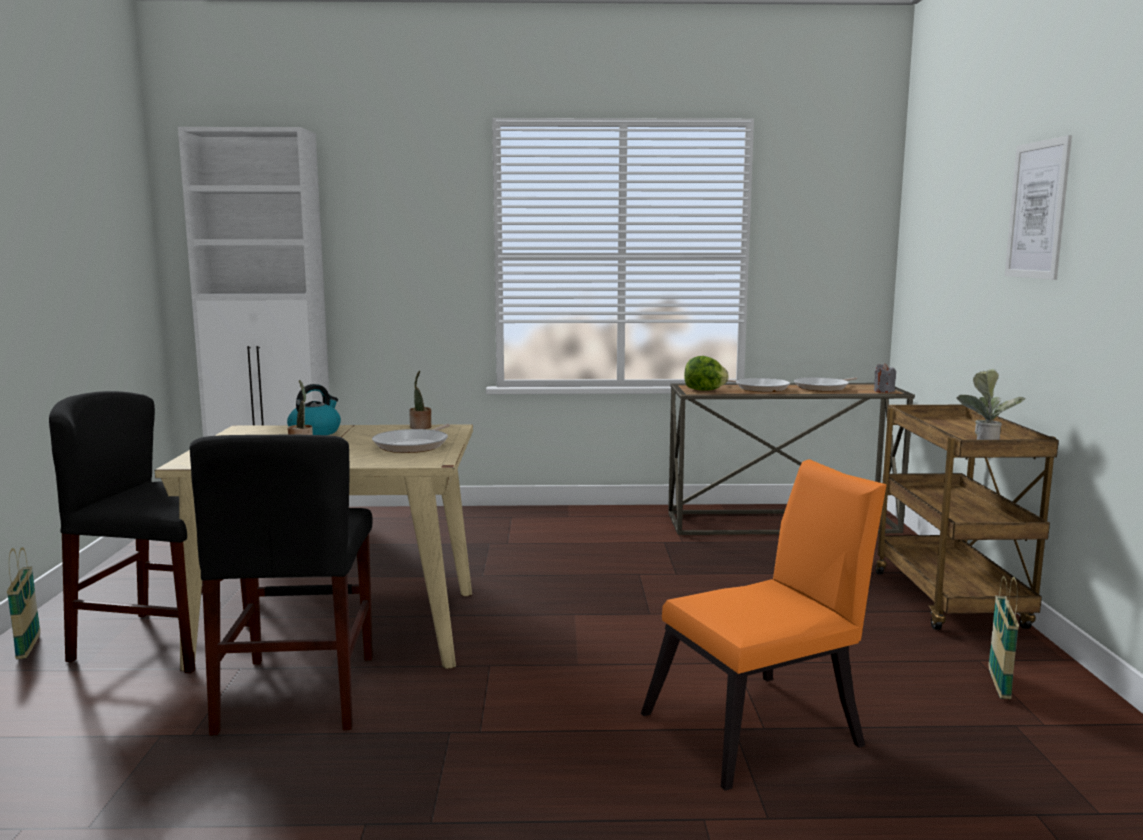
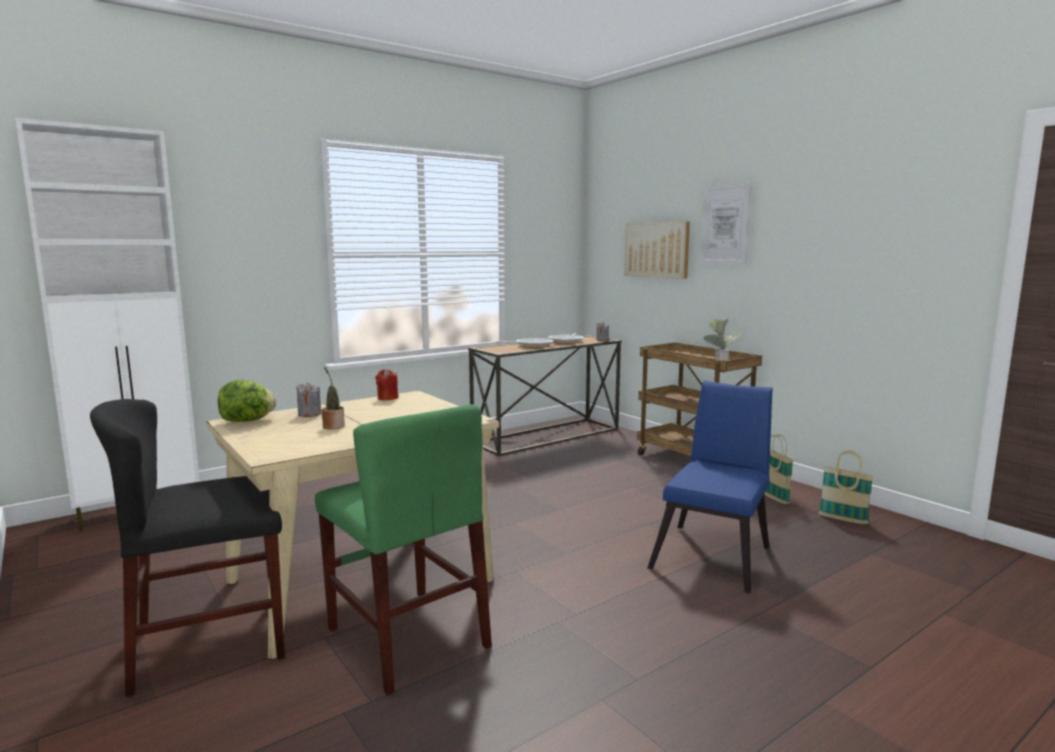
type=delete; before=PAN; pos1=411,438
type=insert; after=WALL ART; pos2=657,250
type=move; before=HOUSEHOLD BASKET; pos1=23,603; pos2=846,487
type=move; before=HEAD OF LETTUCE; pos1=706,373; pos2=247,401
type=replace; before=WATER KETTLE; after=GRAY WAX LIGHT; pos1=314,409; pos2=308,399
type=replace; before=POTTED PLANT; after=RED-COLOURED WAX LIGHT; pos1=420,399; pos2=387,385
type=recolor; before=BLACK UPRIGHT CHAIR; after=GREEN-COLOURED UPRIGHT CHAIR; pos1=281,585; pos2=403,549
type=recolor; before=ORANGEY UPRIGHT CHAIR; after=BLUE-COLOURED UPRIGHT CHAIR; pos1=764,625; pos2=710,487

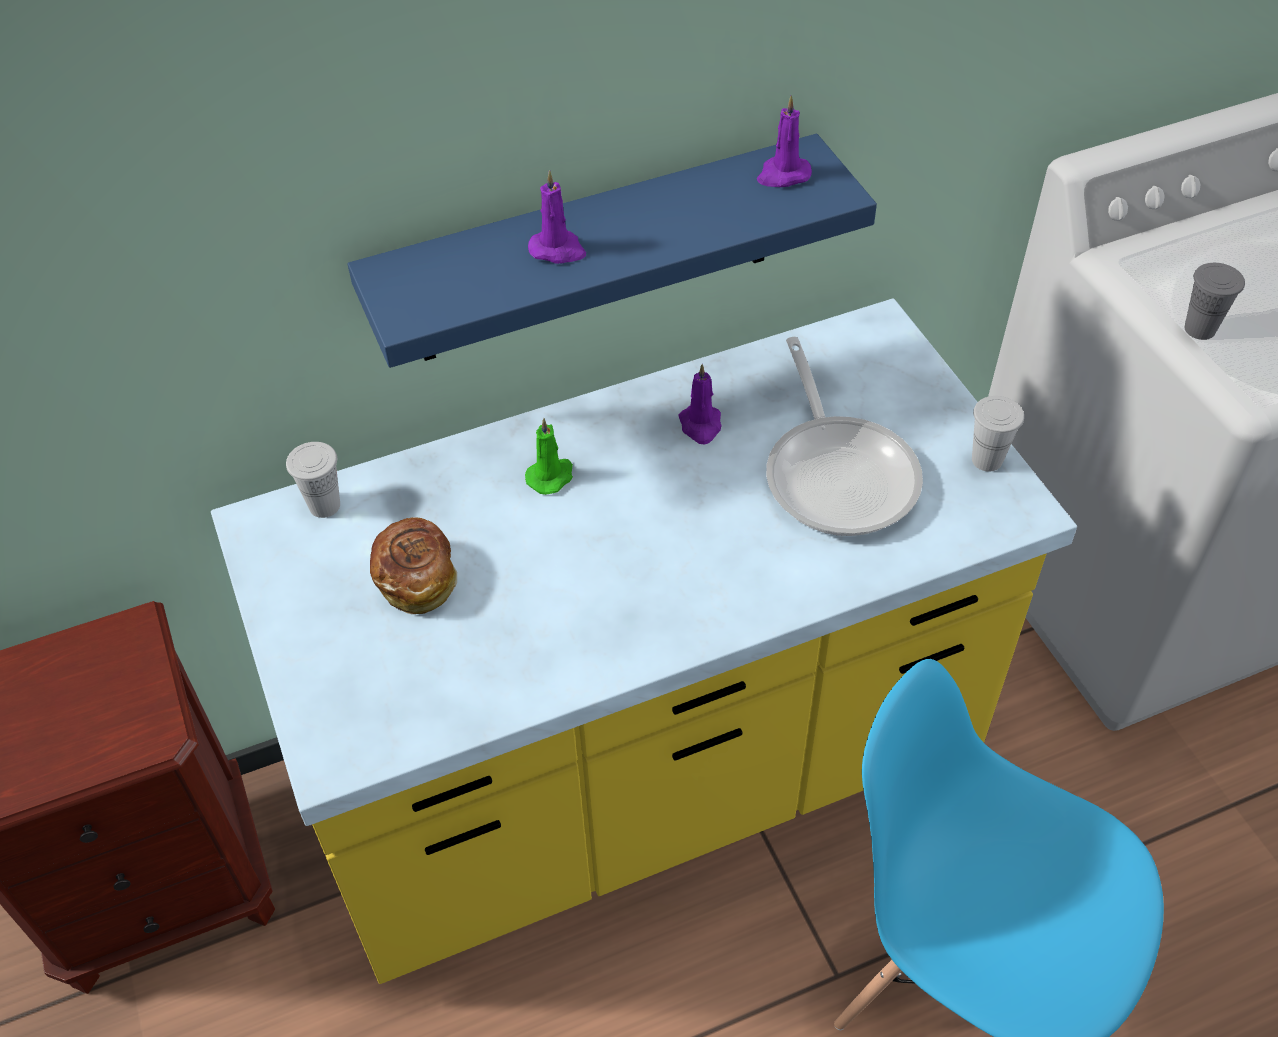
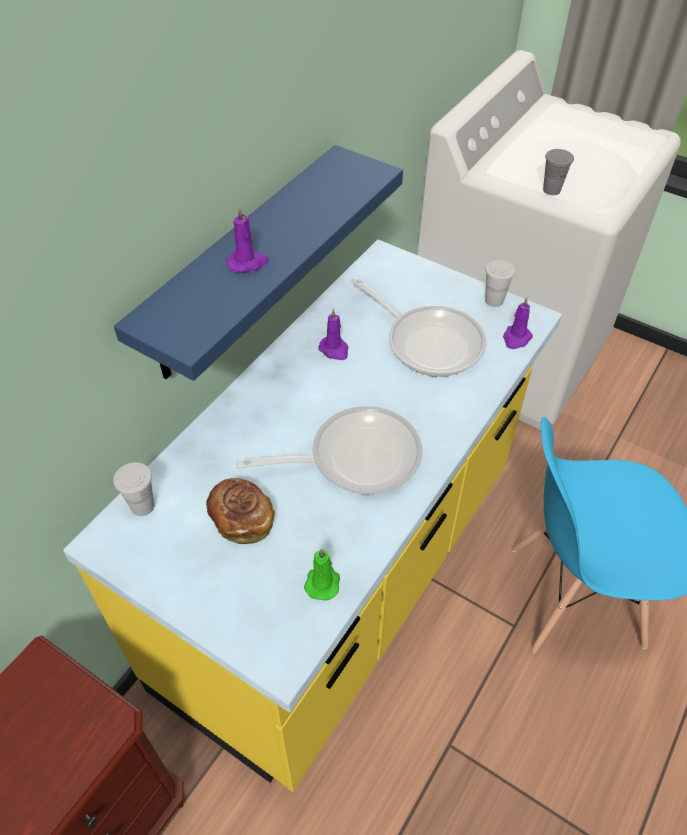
type=insert; after=PAN; pos2=329,450
type=move; before=GREEN-COLOURED WAX LIGHT; pos1=549,456; pos2=322,574
type=move; before=PURPLE WAX LIGHT; pos1=784,141; pos2=518,323

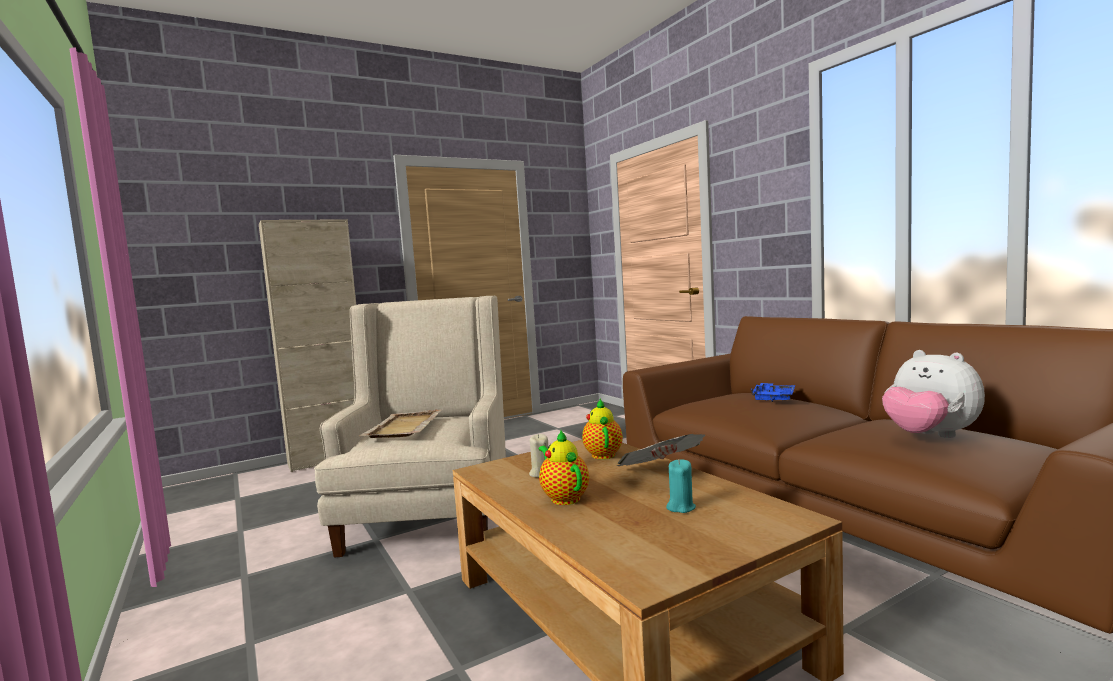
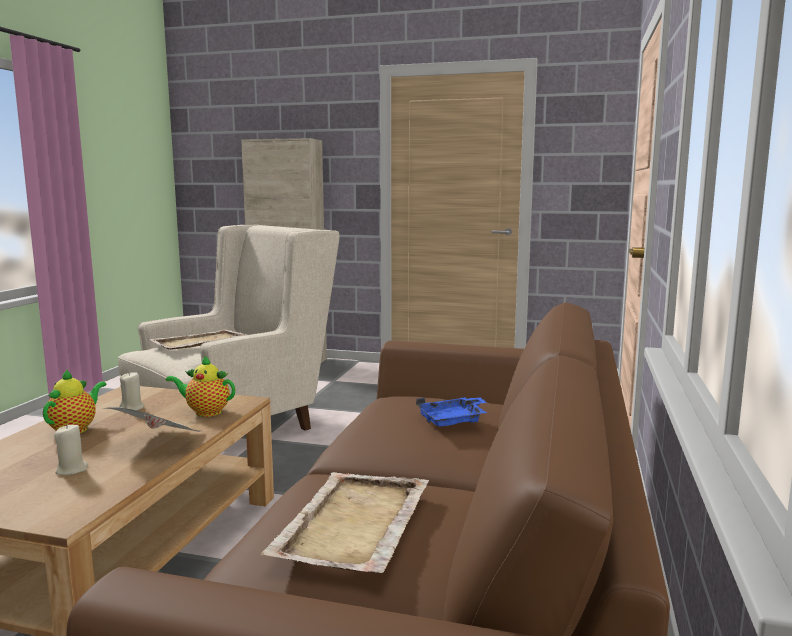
type=replace; before=CUDDLY TOY; after=BEIGE SERVING TRAY; pos1=933,394; pos2=345,522
type=recolor; before=TURQUOISE WAX LIGHT; after=BEIGE WAX LIGHT; pos1=681,486; pos2=71,449
type=rotate; before=POT FOR TEA; pos1=602,429; pos2=200,386; turn=-120

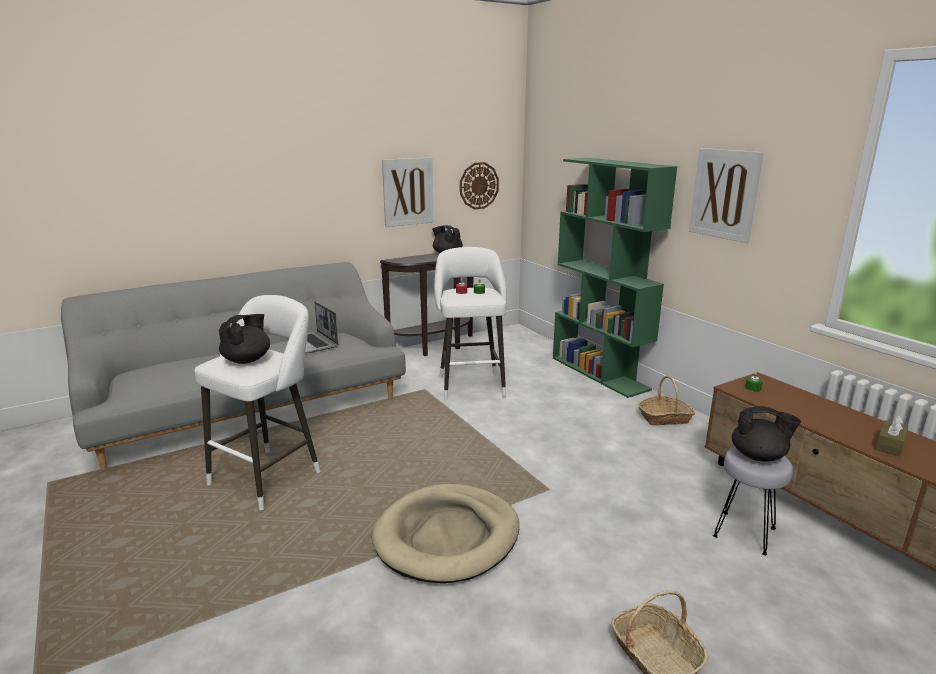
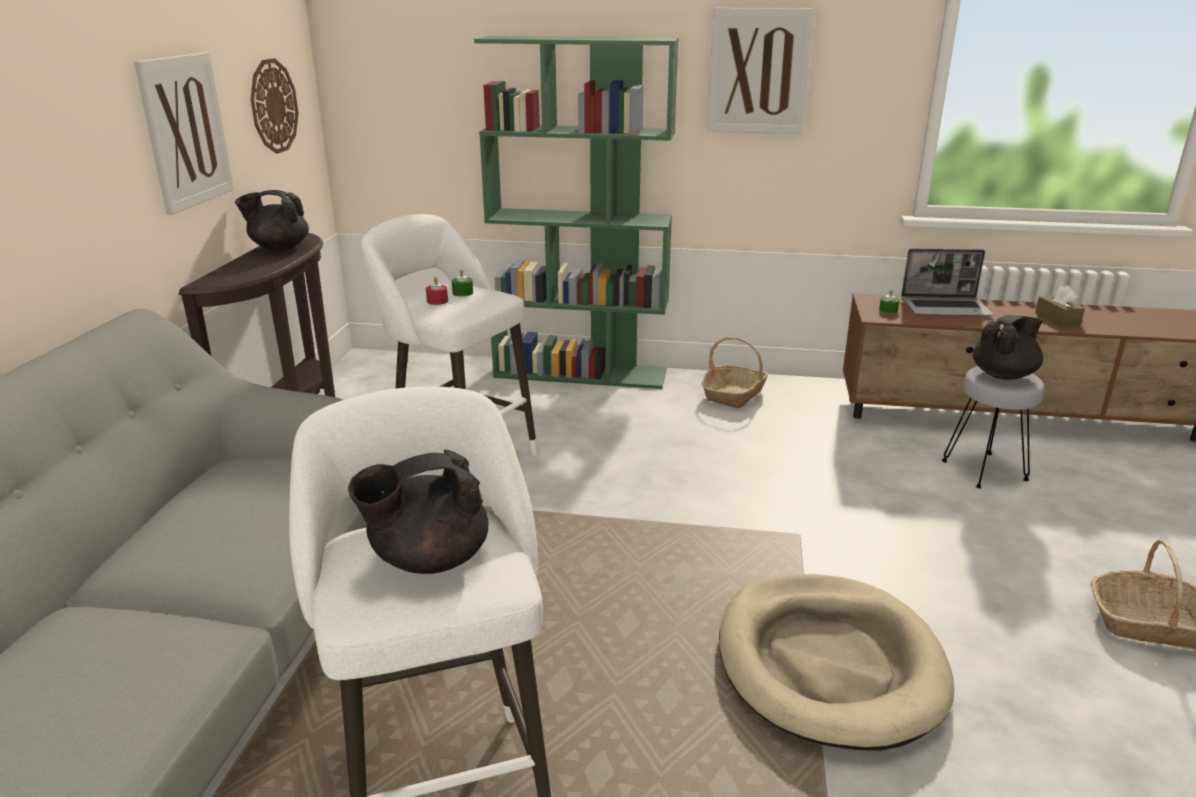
type=move; before=NOTEBOOK COMPUTER; pos1=312,327; pos2=947,282
type=rotate; before=BLACK POT FOR TEA; pos1=244,339; pos2=418,512; turn=-90

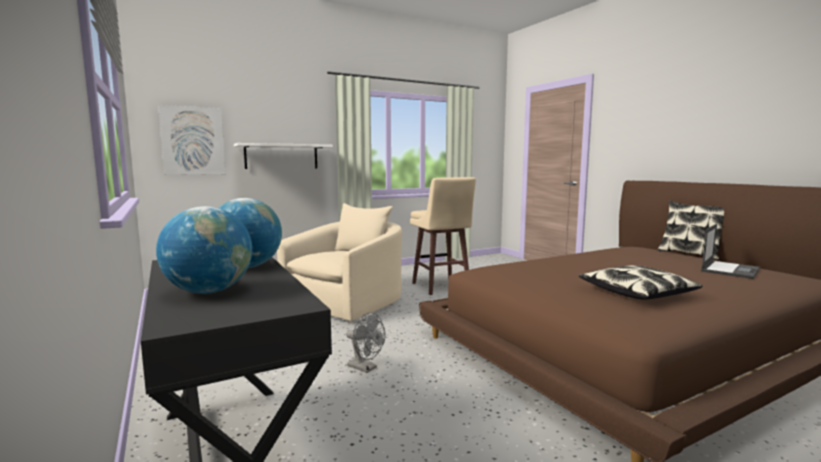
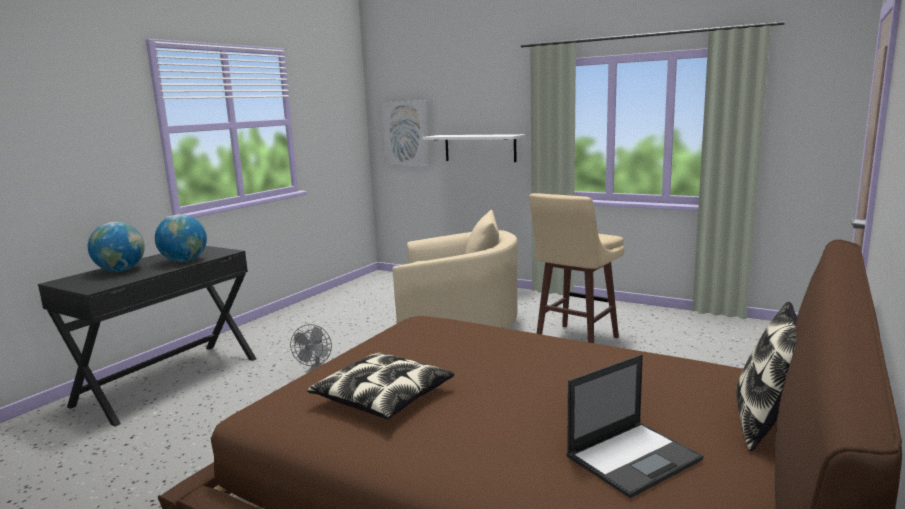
type=rotate; before=NOTEBOOK COMPUTER; pos1=730,251; pos2=634,426; turn=-45

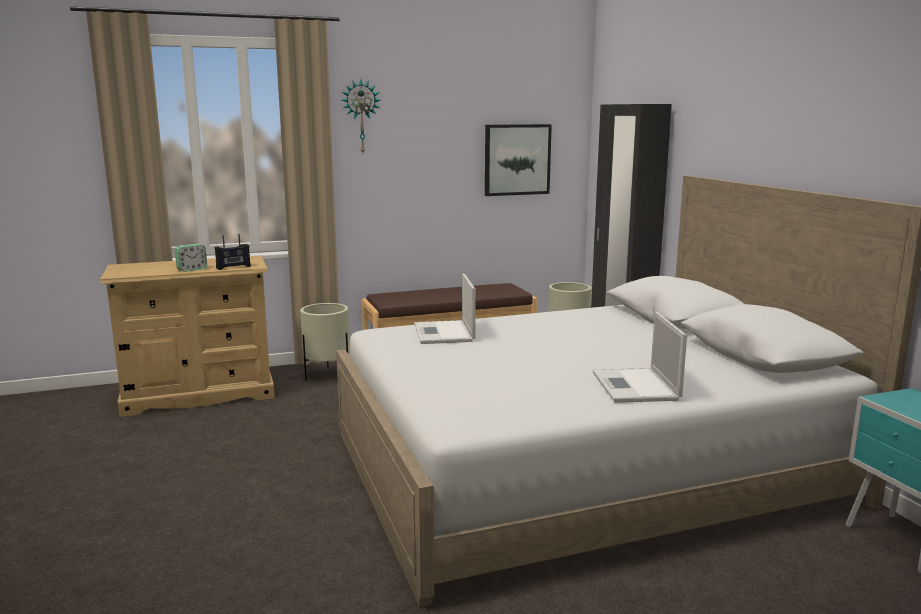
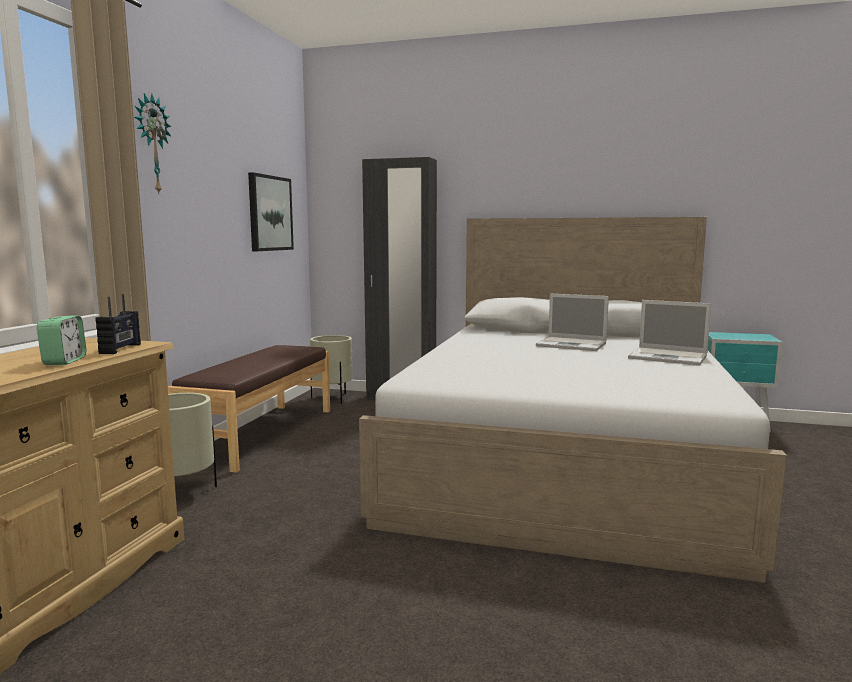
type=move; before=NOTEBOOK COMPUTER; pos1=445,308; pos2=572,322

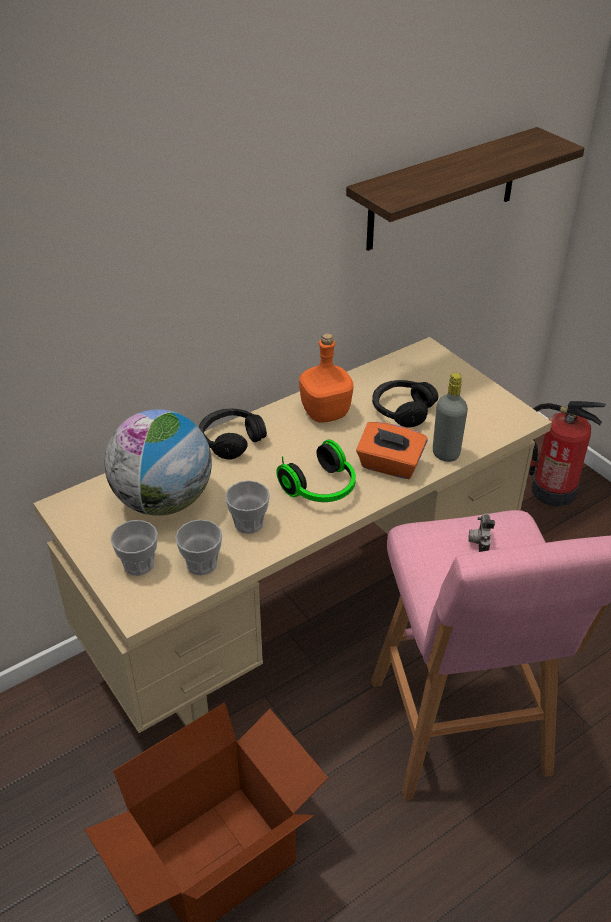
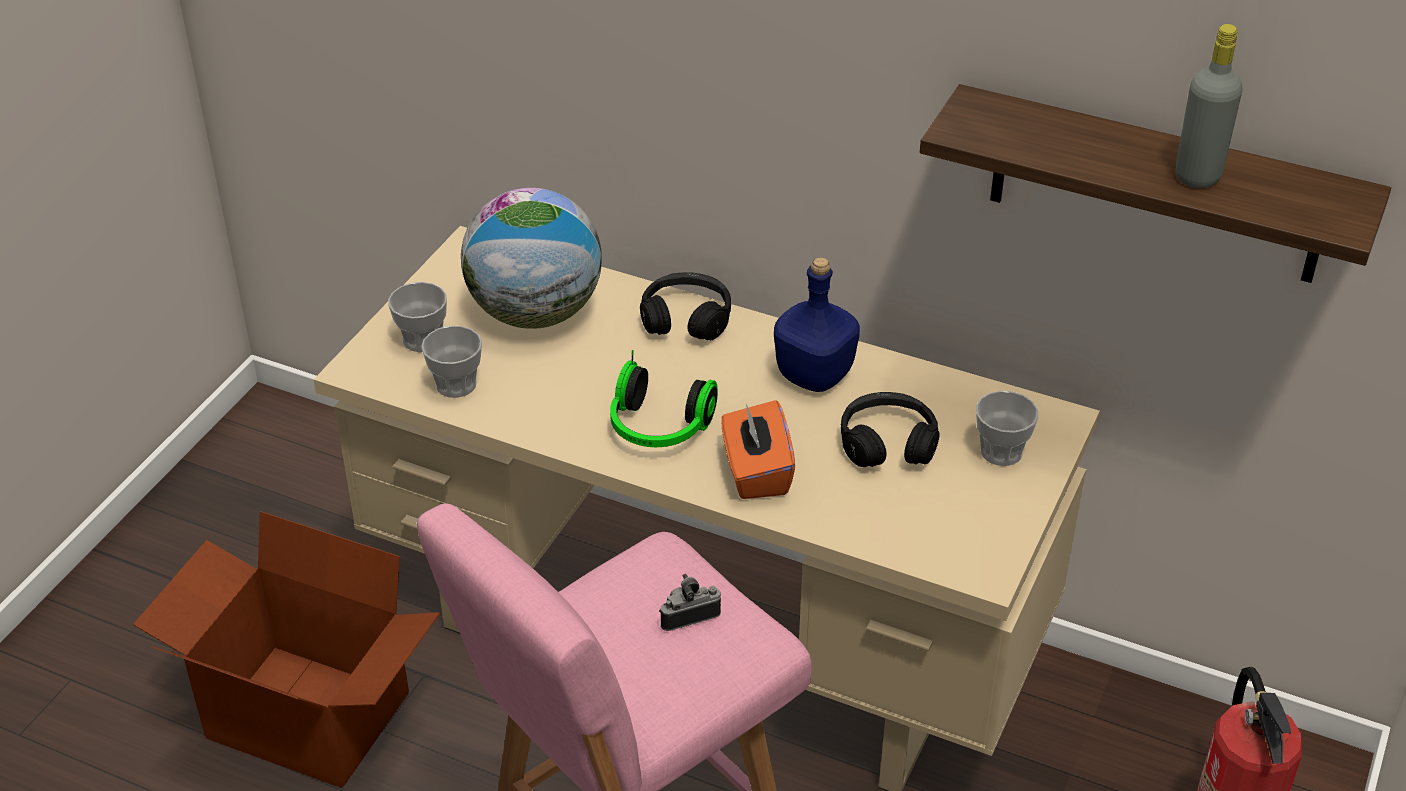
type=move; before=DRINKING CUP; pos1=247,507; pos2=1007,428
type=move; before=GRAY DRINK BOTTLE; pos1=450,417; pos2=1209,106
type=recolor; before=ORANGEY DRINK BOTTLE; after=BLUE-COLOURED DRINK BOTTLE; pos1=326,378; pos2=817,324

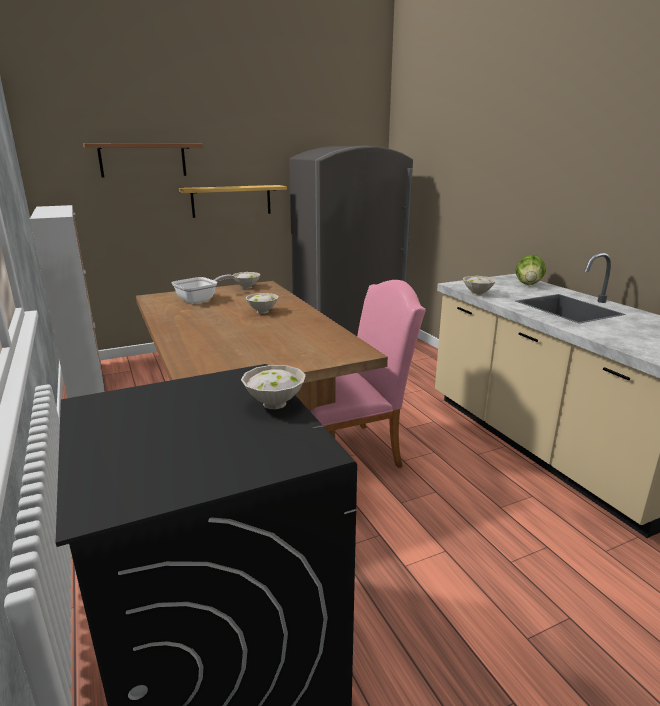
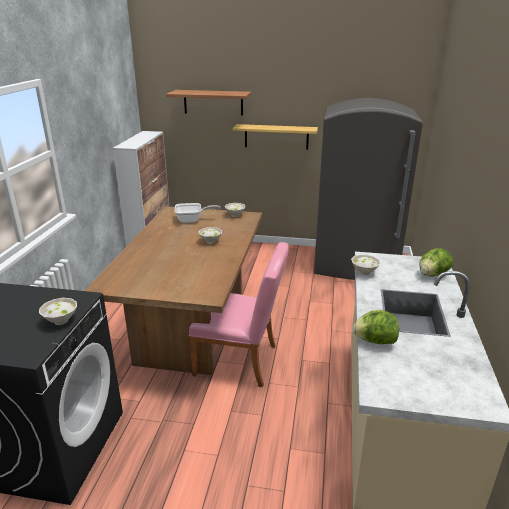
type=insert; after=HEAD OF LETTUCE; pos2=376,327

